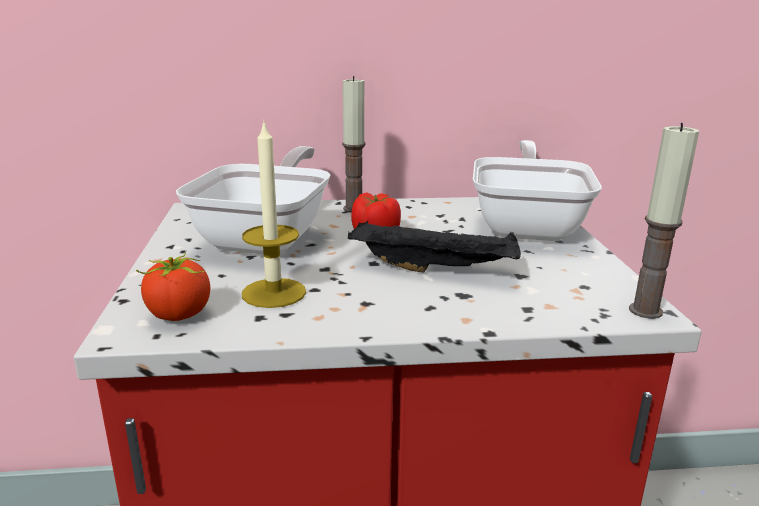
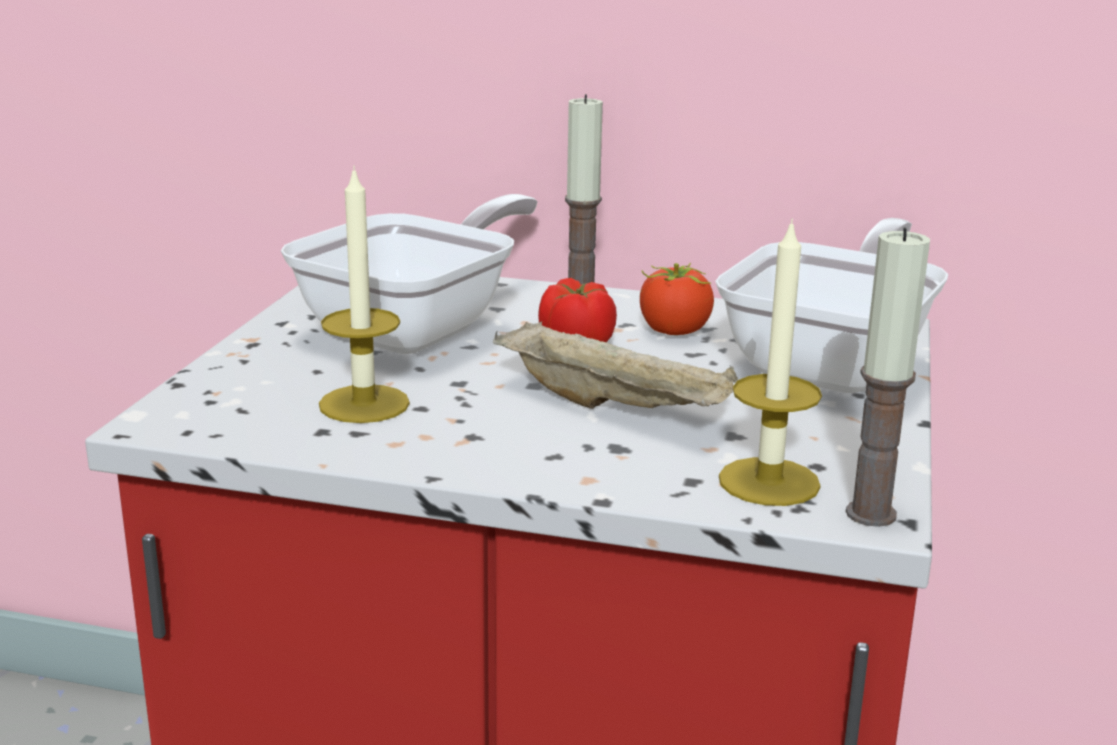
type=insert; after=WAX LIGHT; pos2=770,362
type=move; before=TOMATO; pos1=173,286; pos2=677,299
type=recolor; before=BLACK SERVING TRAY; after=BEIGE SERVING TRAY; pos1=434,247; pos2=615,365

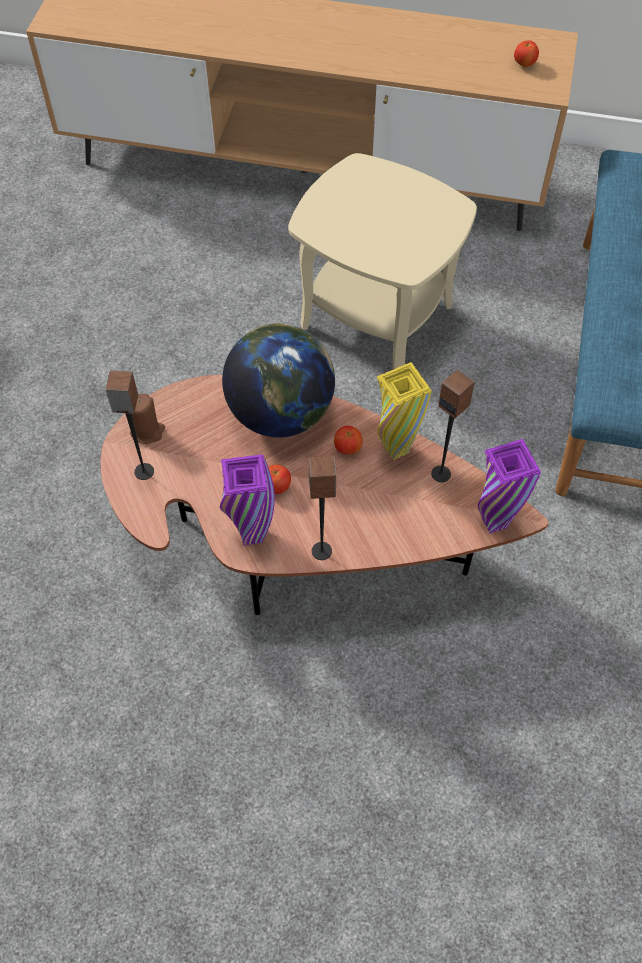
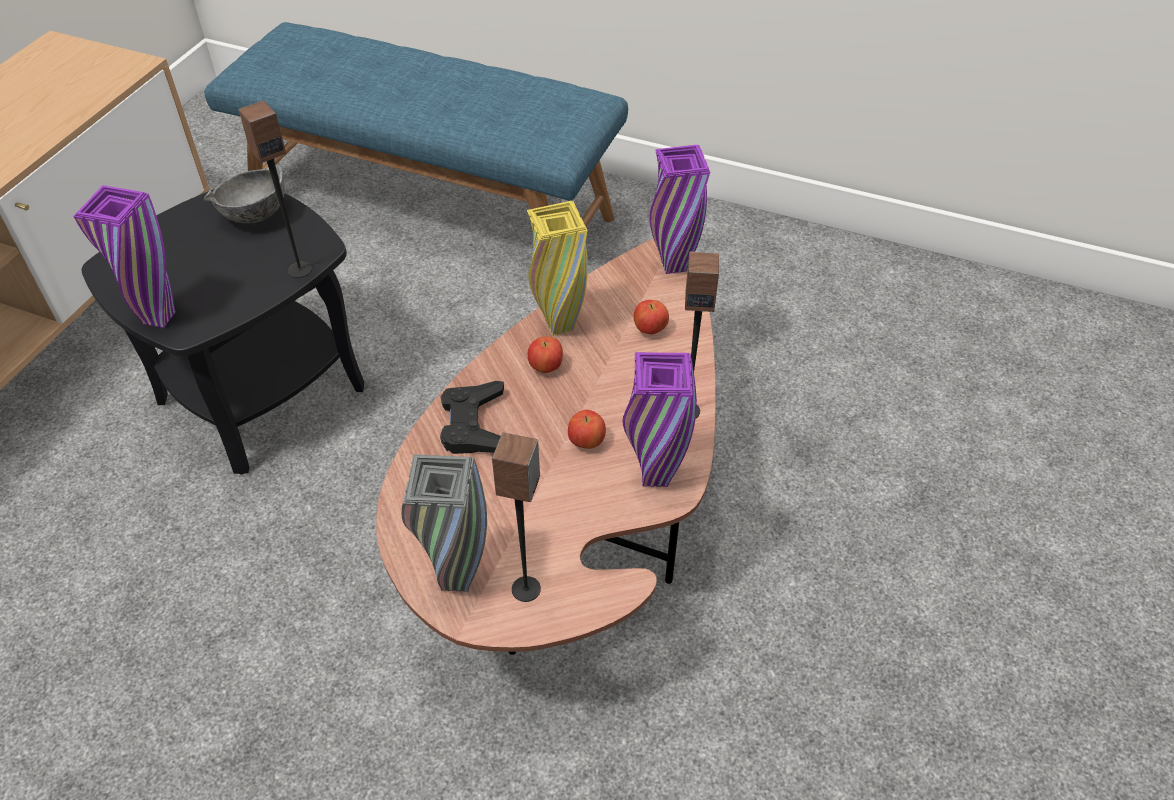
type=insert; after=PURPLE FLOWER VASE; pos2=124,256
type=insert; after=GRAY SERVING BOWL; pos2=244,194
type=move; before=LOUDSPEAKER; pos1=453,426; pos2=275,189
type=move; before=APPLE FRUIT; pos1=526,53; pos2=651,317
type=replace; before=BROWN-COLOURED WAX LIGHT; after=GRAY FLOWER VASE; pos1=147,419; pos2=444,523
type=replace; before=DESK GLOBE; after=BLACK GAMEPAD; pos1=278,380; pos2=472,417
type=recolor; before=BEIGE ACCENT TABLE; after=BLACK ACCENT TABLE; pos1=382,261; pos2=223,332

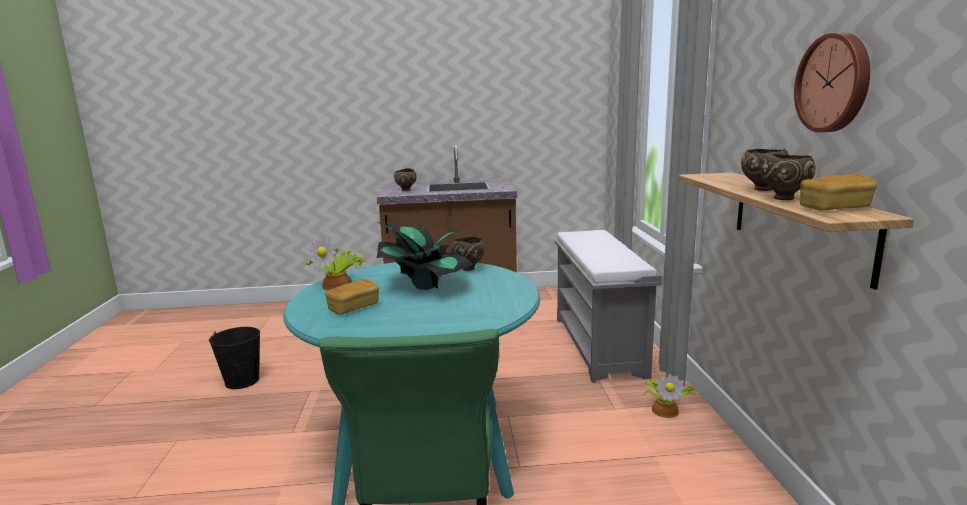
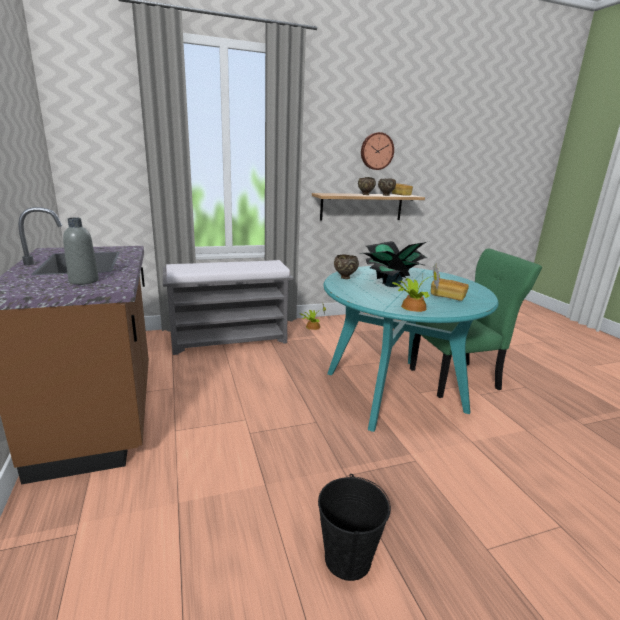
type=replace; before=BROWN-COLOURED SERVING BOWL; after=GRAY DRINK BOTTLE; pos1=405,179; pos2=81,251

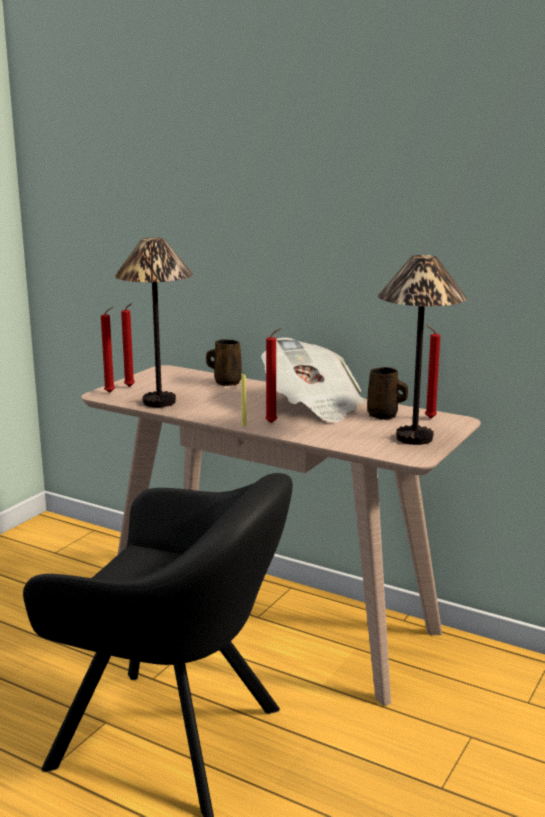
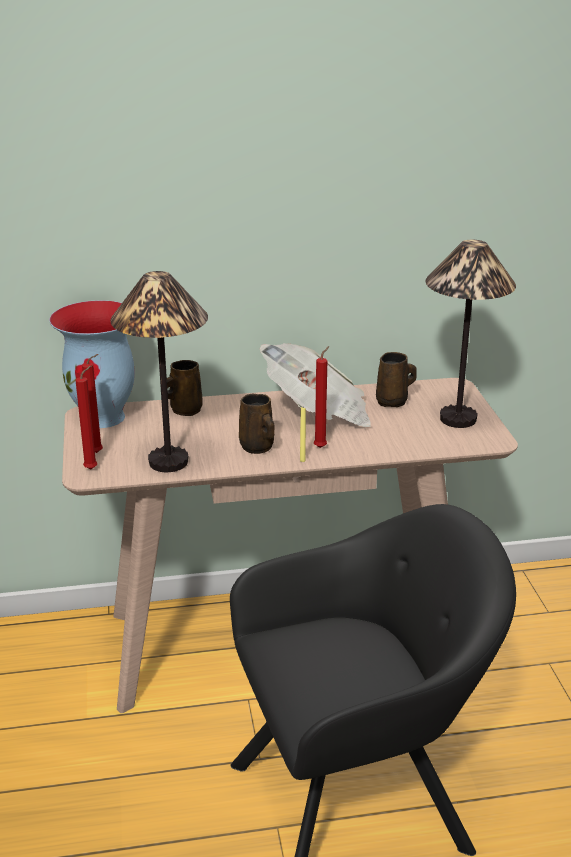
type=delete; before=RED-COLOURED WAX LIGHT; pos1=432,371
type=insert; after=FLOWER VASE; pos2=92,364
type=insert; after=BROWN-COLOURED COFFEE MUG; pos2=257,424

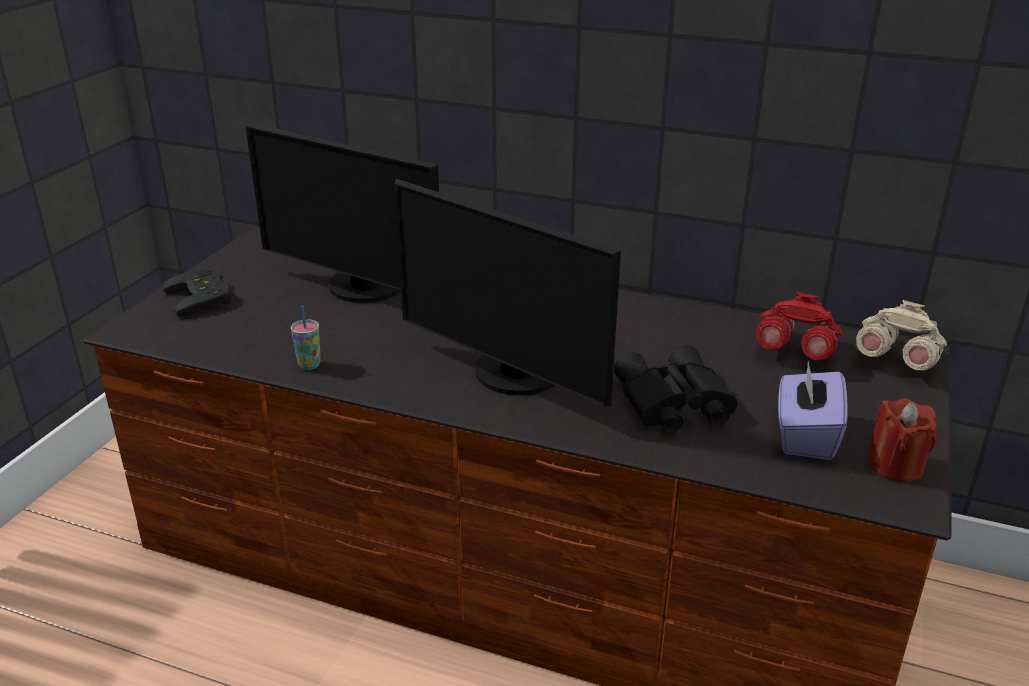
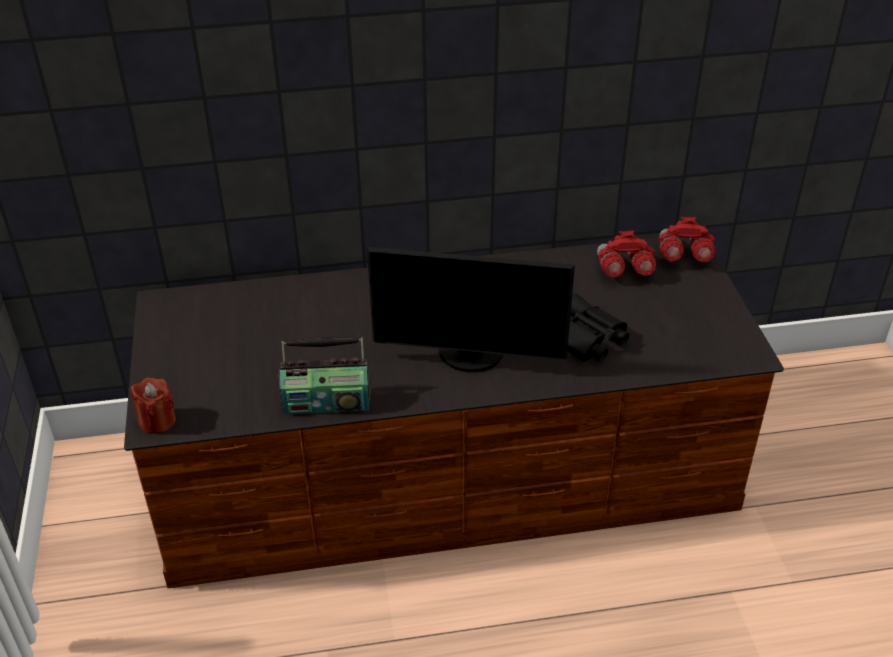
type=delete; before=BLACK GAMEPAD; pos1=196,293
type=delete; before=COMPUTER SCREEN; pos1=342,212
type=delete; before=PURPLE TISSUE HOLDER; pos1=813,410
type=move; before=RED-COLOURED WAX LIGHT; pos1=902,440; pos2=153,406
type=replace; before=DRINKING CUP; after=RADIO SET; pos1=306,338; pos2=325,375
type=recolor; before=BEIGE FIELD GLASSES; after=RED-COLOURED FIELD GLASSES; pos1=901,335; pos2=687,239

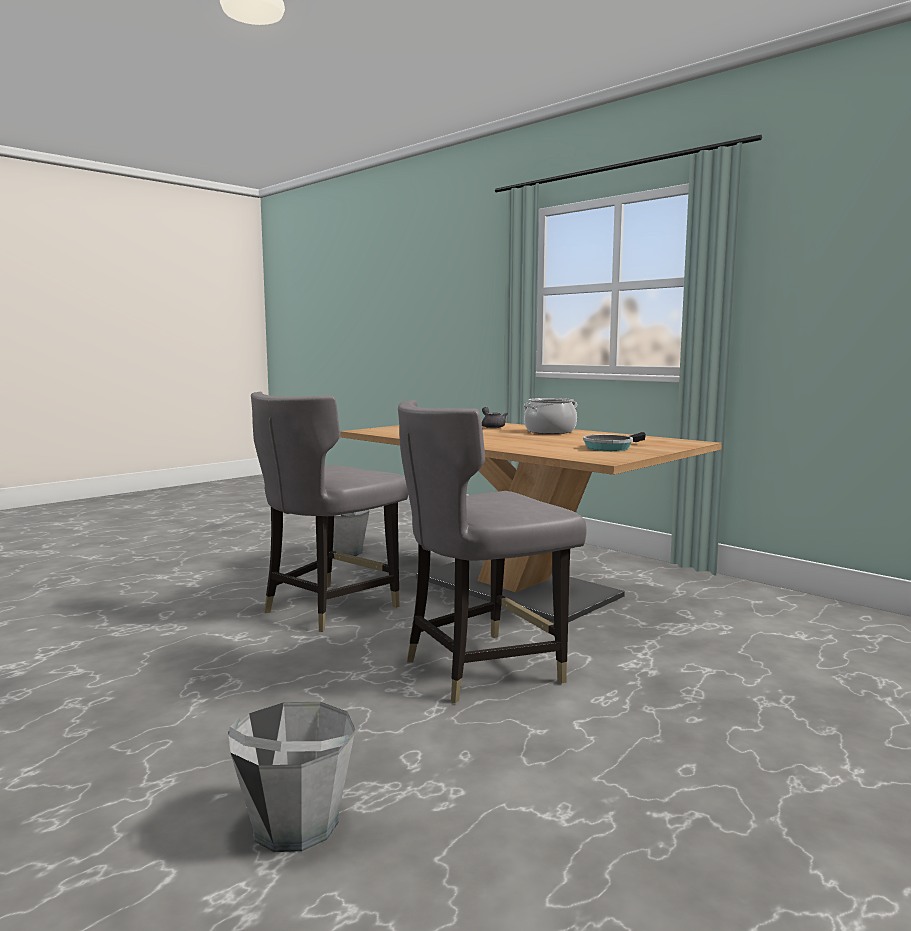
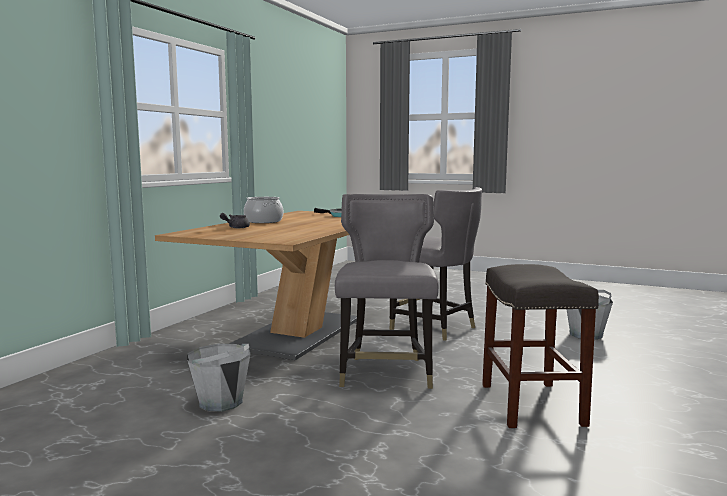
type=insert; after=GRAY SITTING STOOL; pos2=540,346
type=rotate; before=GRAY UPRIGHT CHAIR; pos1=329,512; pos2=387,291; turn=-105

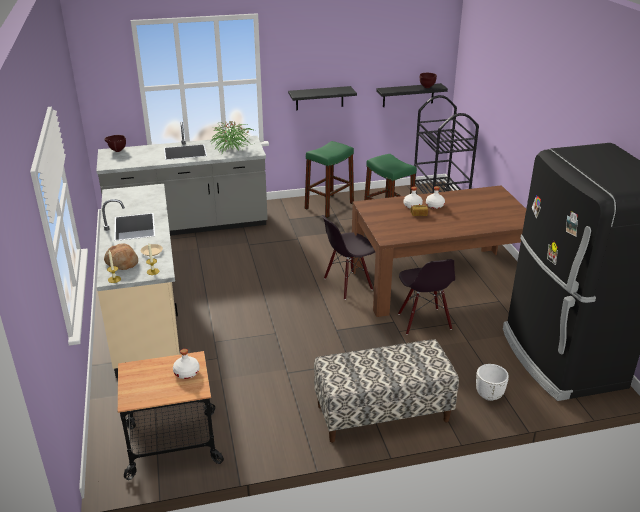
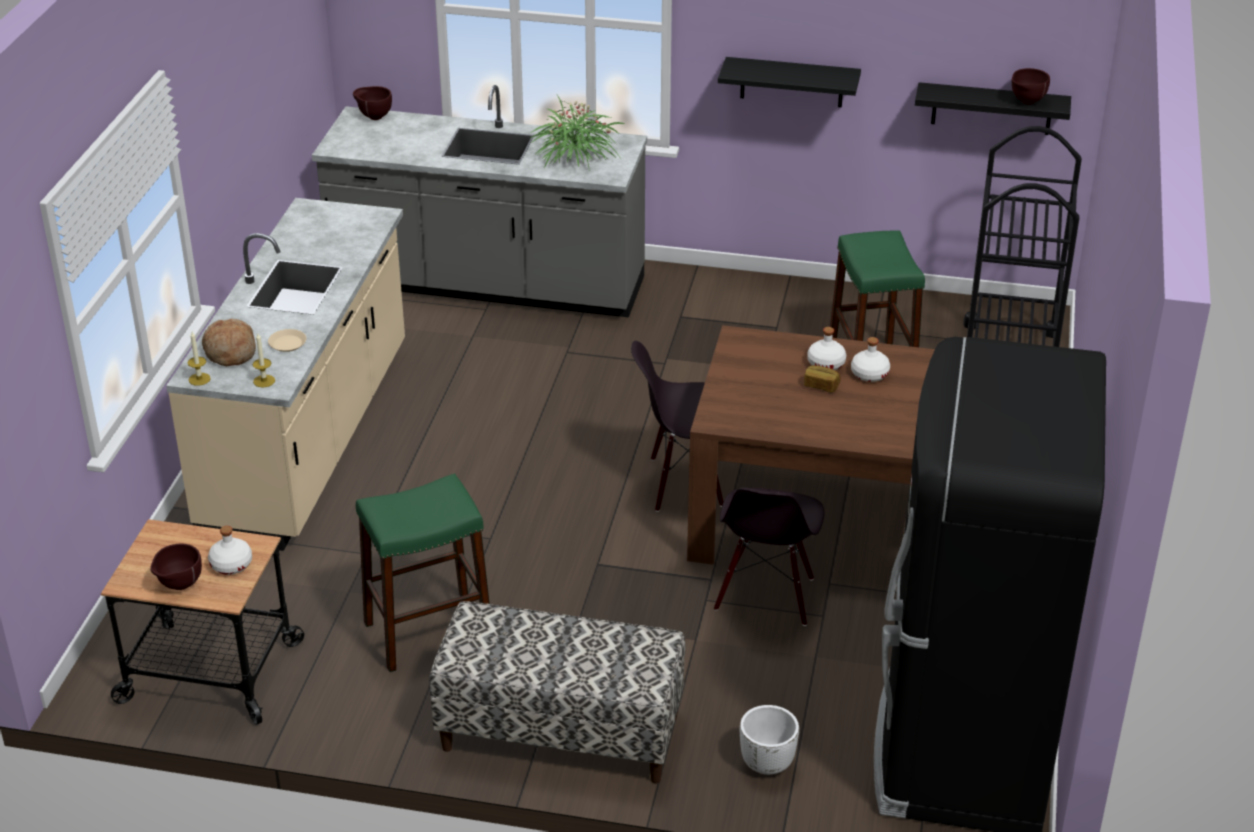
type=insert; after=BROWN-COLOURED SERVING BOWL; pos2=176,567
type=move; before=GREEN-COLOURED SITTING STOOL; pos1=329,179; pos2=423,573

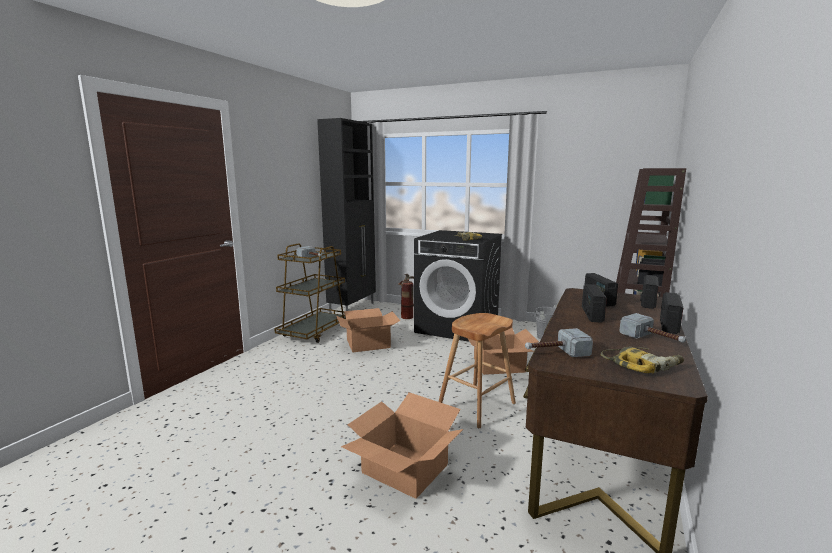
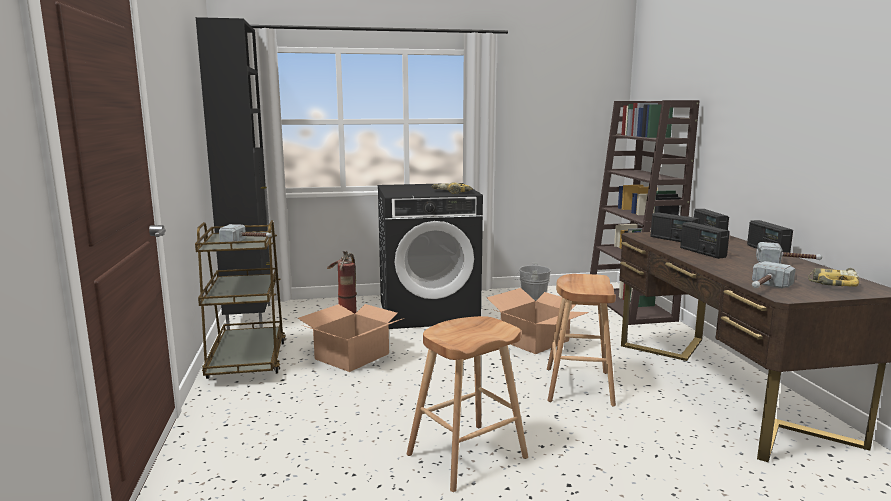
type=delete; before=PACKING BOX; pos1=402,445
type=insert; after=BROWN-COLOURED SITTING STOOL; pos2=467,404

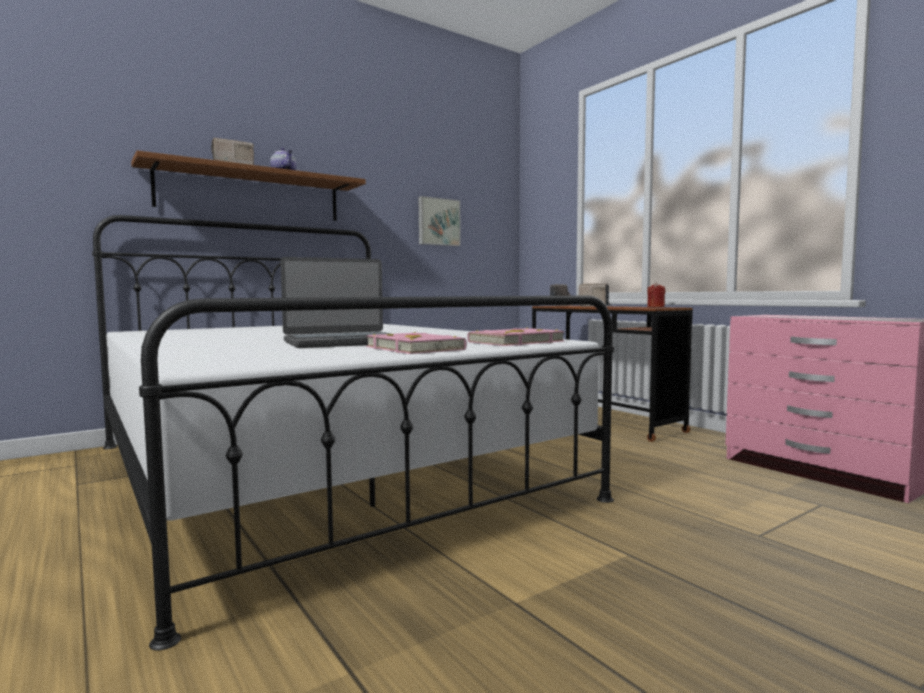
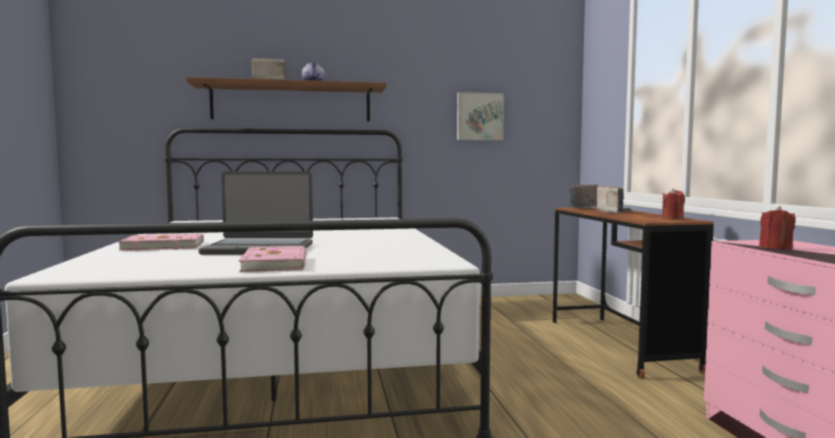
type=insert; after=RED-COLOURED WAX LIGHT; pos2=777,228
type=move; before=PINK BOUND BOOK; pos1=516,337; pos2=161,242

